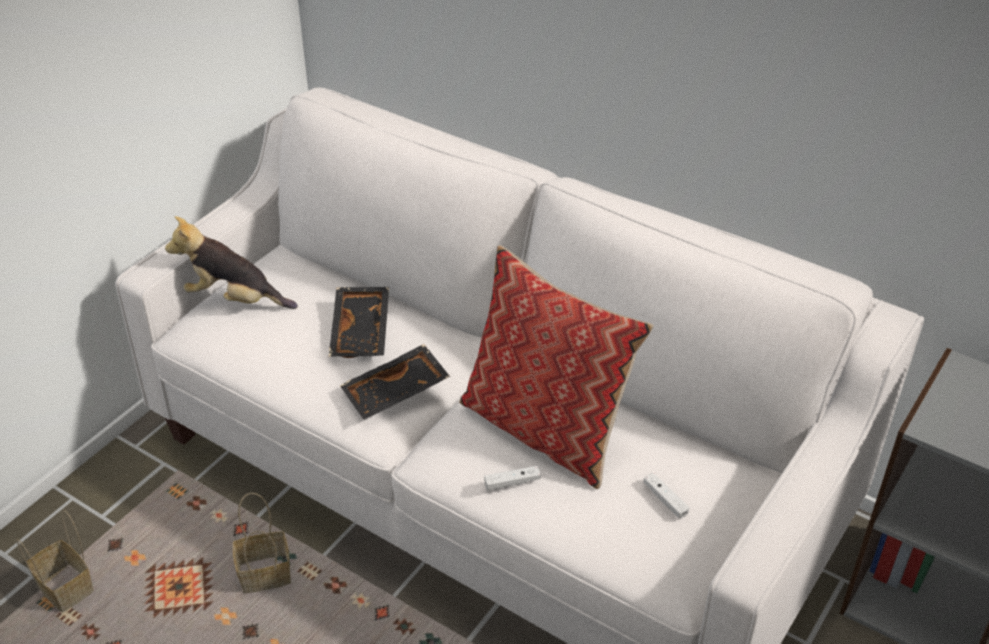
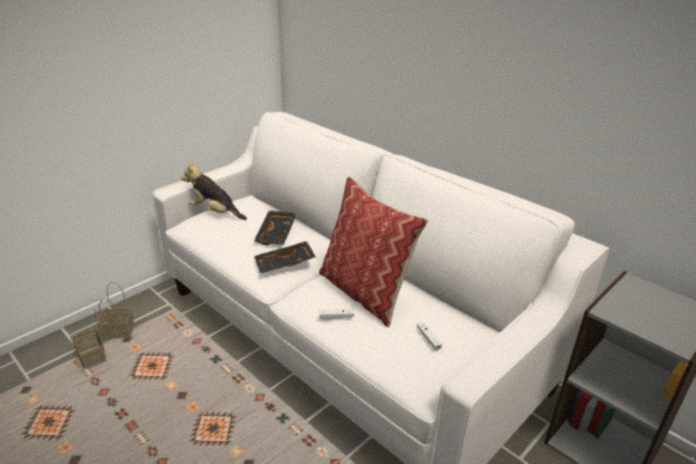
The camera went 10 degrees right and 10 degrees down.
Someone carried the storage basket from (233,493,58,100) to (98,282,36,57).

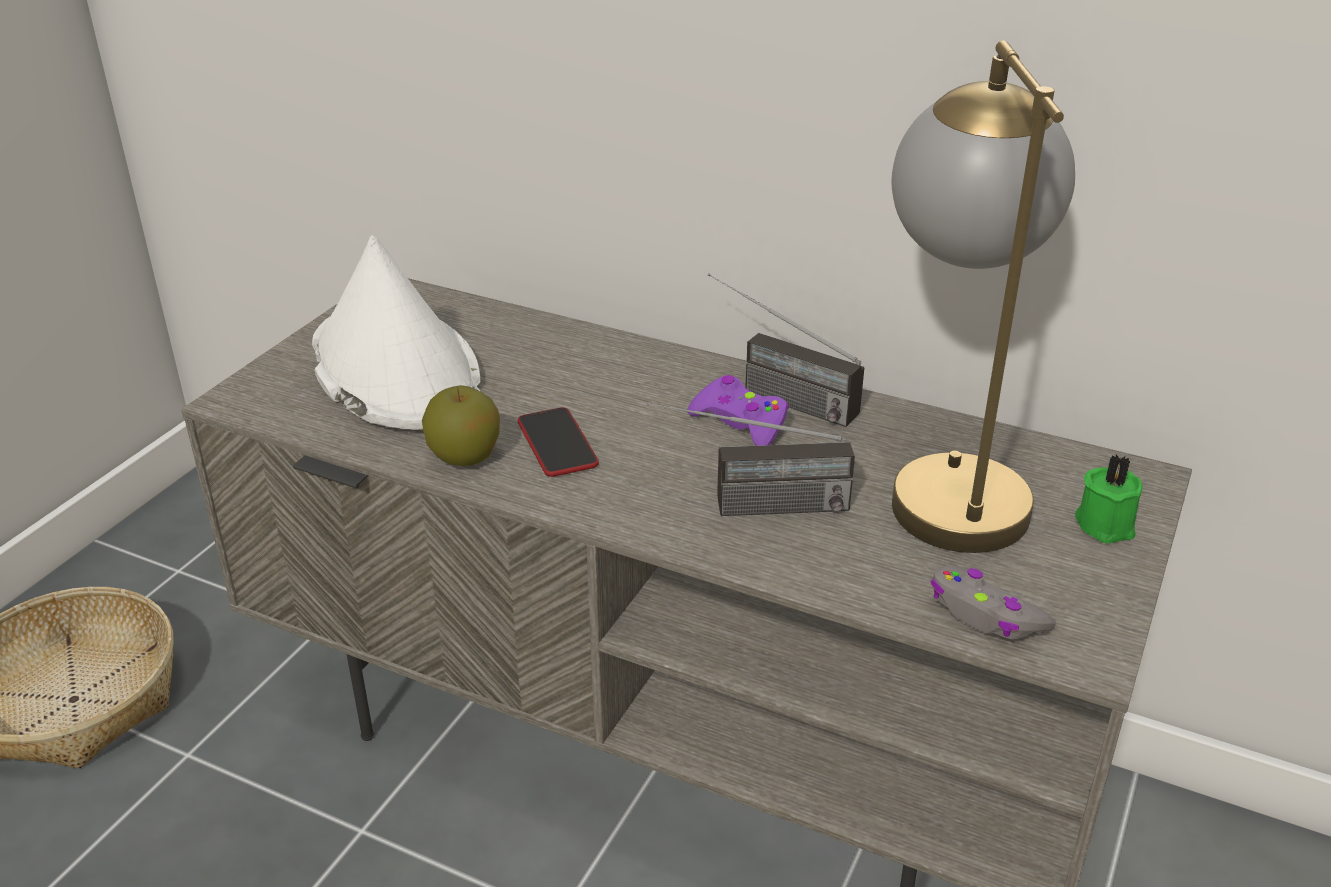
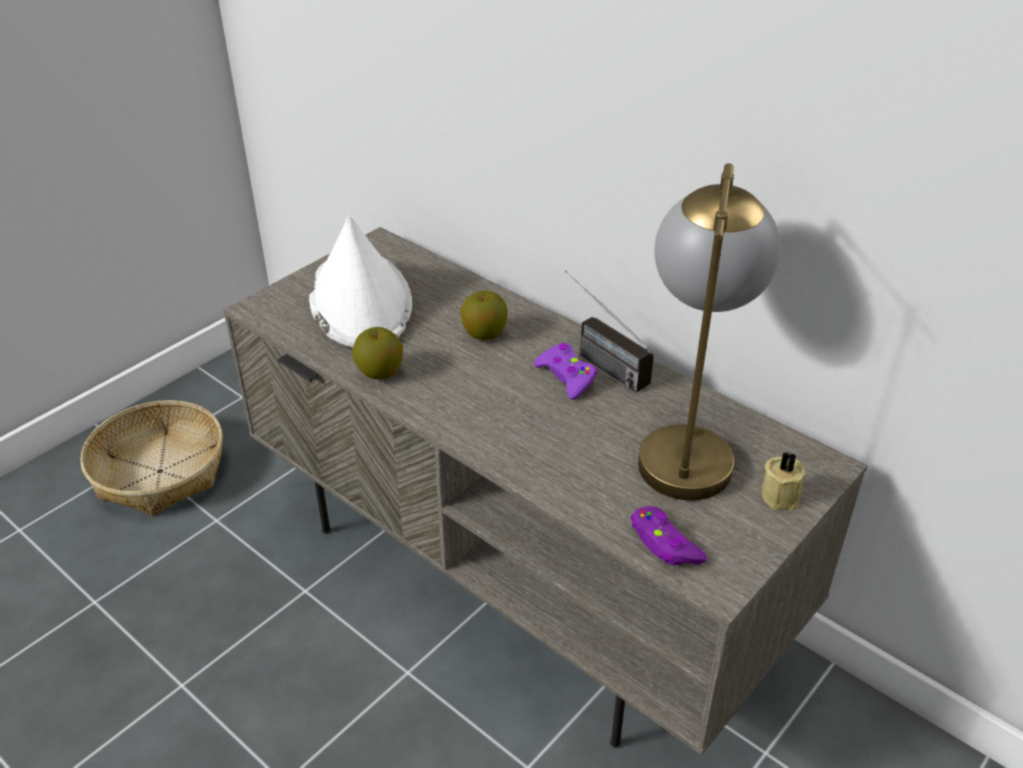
The camera went 15 degrees right and 5 degrees up.
Someone took away the radio set at (647,402,208,114).
Someone took away the phone at (518,407,81,70).
Someone repainted the wax candle in greenish at (1075,455,67,89), which became the wax candle in sand-coloured at (762,451,43,59).
Someone repainted the gamepad in greyish at (931,565,125,74), which became the gamepad in purplish at (631,506,76,59).
Someone put down the whole apple at (460,291,48,49).

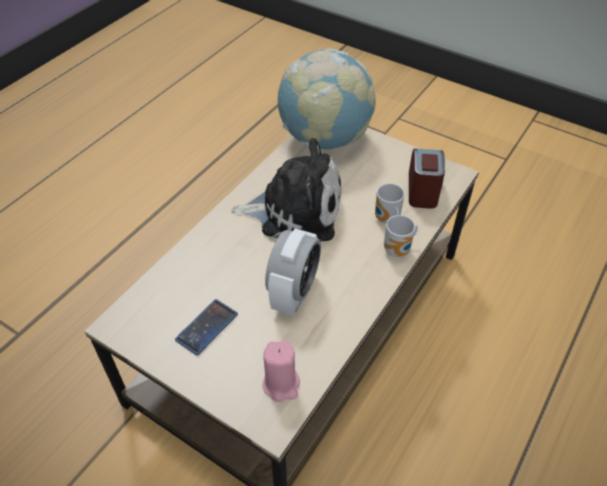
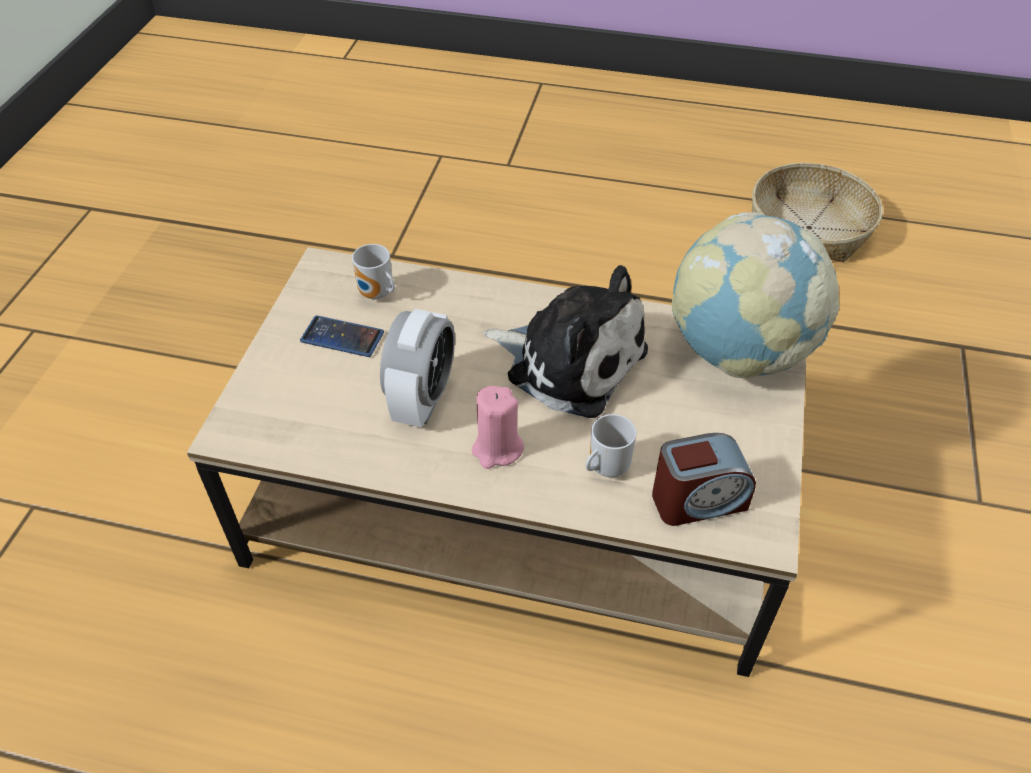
The camera went 70 degrees right and 0 degrees up.
Someone rotated the cuddly toy at (231,138,111,104) by 45 degrees counterclockwise.
Someone carried the tea mug from (384,215,34,42) to (352,244,43,55).
Someone rotated the bedside clock at (265,228,56,88) by 75 degrees counterclockwise.
Someone carried the wax candle in pink-coloured from (263,340,37,62) to (472,386,52,83).
Someone put down the storage basket at (752,163,131,100).

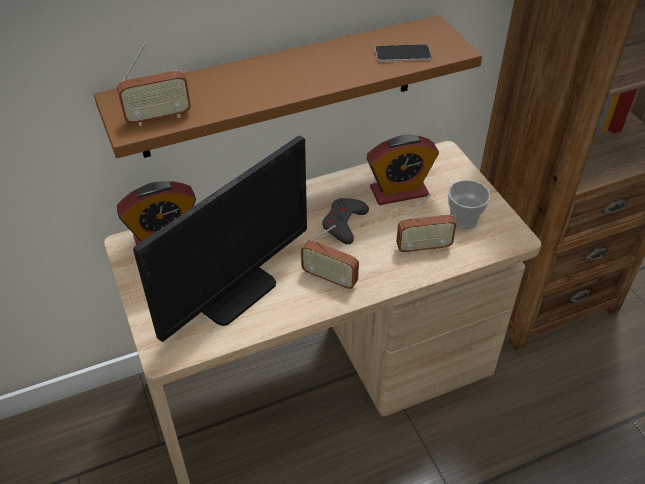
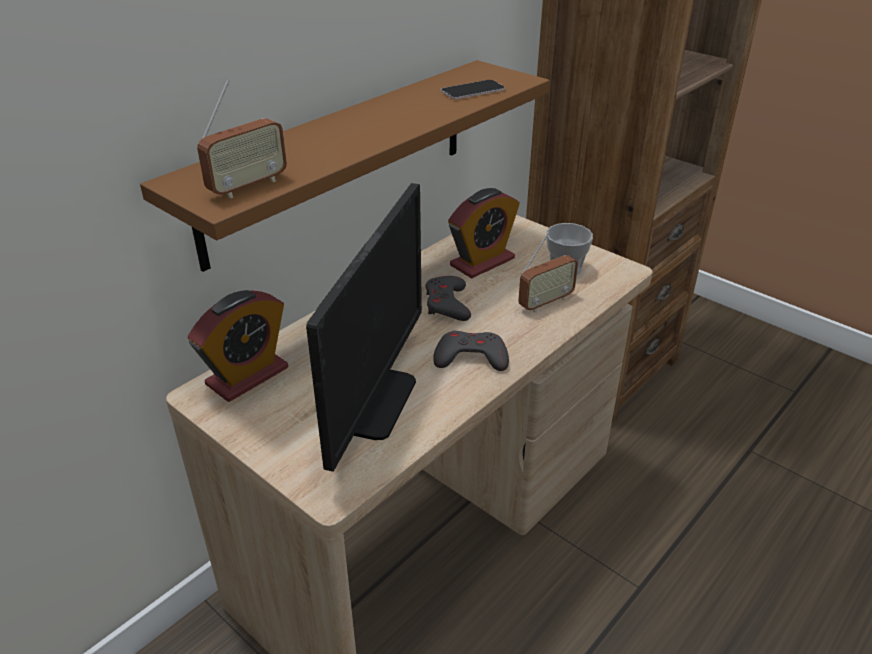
The camera went 25 degrees left and 10 degrees down.
Someone swapped the radio set at (301,225,58,65) for the gamepad in greyish at (433,330,76,41).

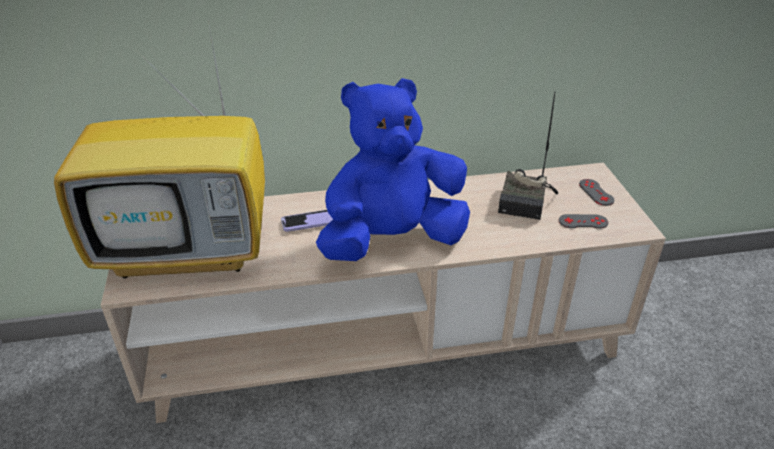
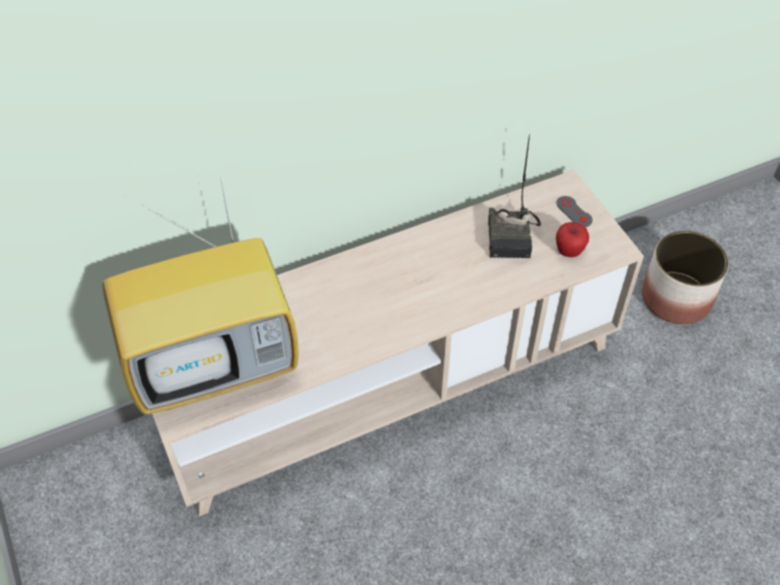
The camera went 15 degrees left and 15 degrees up.
Someone took away the cuddly toy in bluish at (316,78,154,183).
Someone took away the phone at (281,210,52,22).
Someone swapped the gamepad in greyish at (559,214,50,15) for the whole apple at (556,222,33,35).
Someone put down the flower pot at (642,231,86,93).

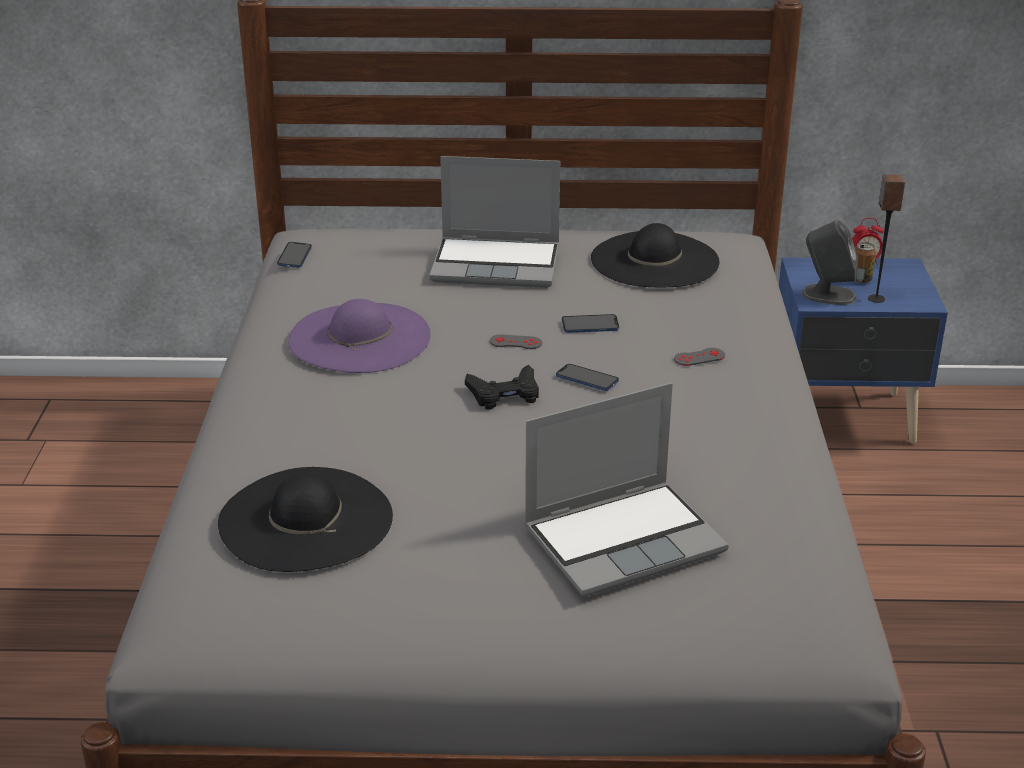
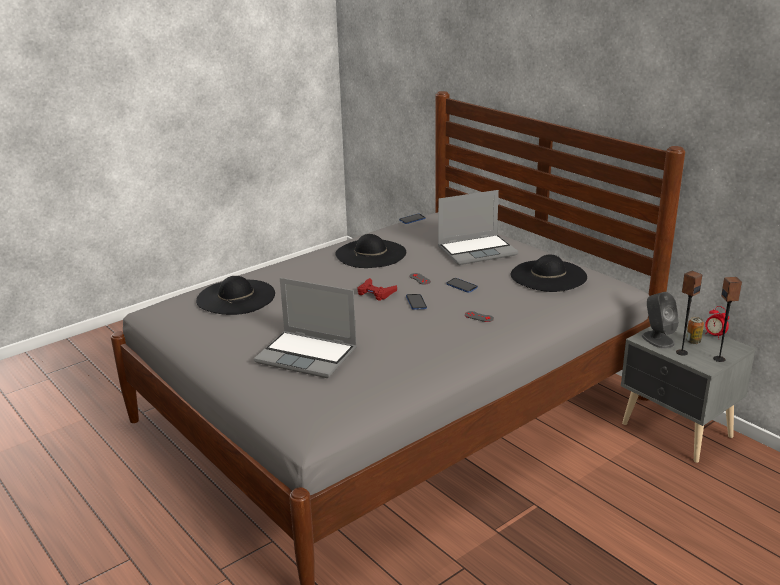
The camera went 50 degrees right and 5 degrees down.
Someone rotated the notebook computer at (429,156,131,132) by 75 degrees counterclockwise.
Someone repainted the nightstand in bluish at (779,257,169,186), which became the nightstand in greyish at (621,318,135,145).
Someone repainted the hat in purplish at (288,299,143,74), which became the hat in blackish at (335,234,71,34).
Someone repainted the gamepad in blackish at (465,365,74,45), which became the gamepad in red-coloured at (357,278,40,23).
Someone put down the speaker at (713,277,29,85).

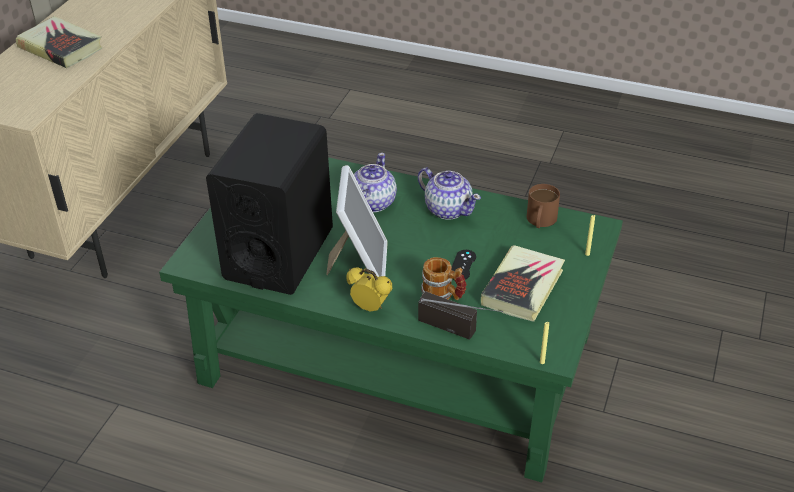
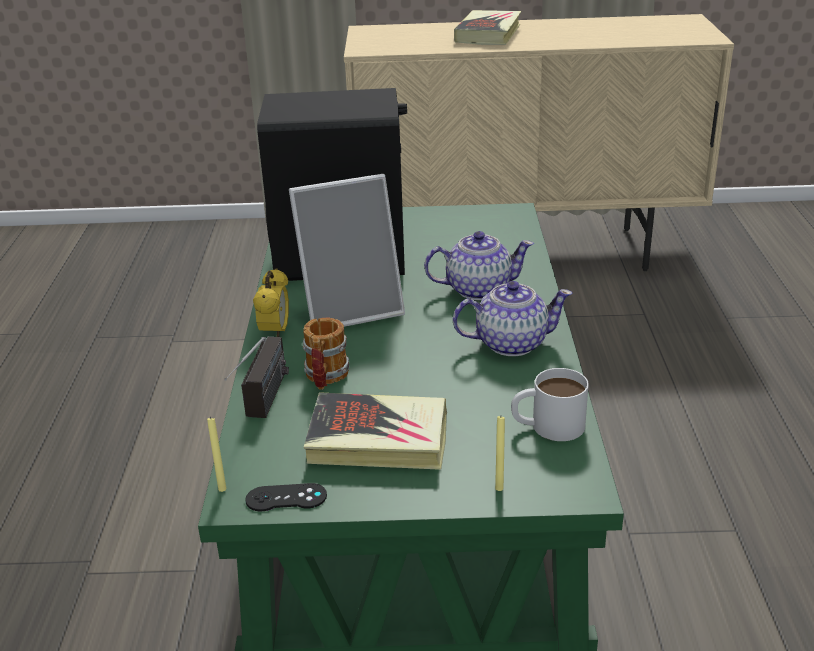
The camera went 70 degrees right and 10 degrees down.
Someone rotated the pot for tea at (418,167,63,53) by 120 degrees counterclockwise.
Someone repainted the tea mug in brown-coloured at (527,184,33,44), which became the tea mug in white-coloured at (511,368,78,73).
Someone carried the gamepad in blackish from (452,250,24,30) to (245,483,82,29).

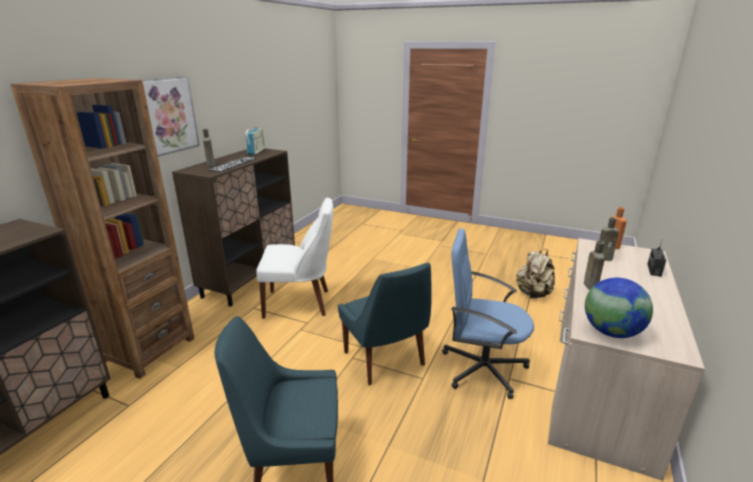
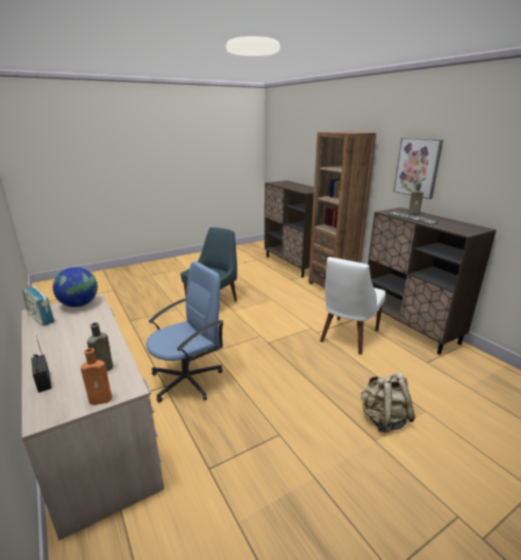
The camera went 125 degrees right and 0 degrees up.
Someone carried the radio set from (245,127,20,28) to (22,283,33,43).
Someone took away the bottle in brown-coloured at (584,241,21,49).
Someone carried the backpack in sand-coloured from (516,249,39,49) to (361,372,54,60).
Someone took away the upright chair in bluish at (338,263,93,122).

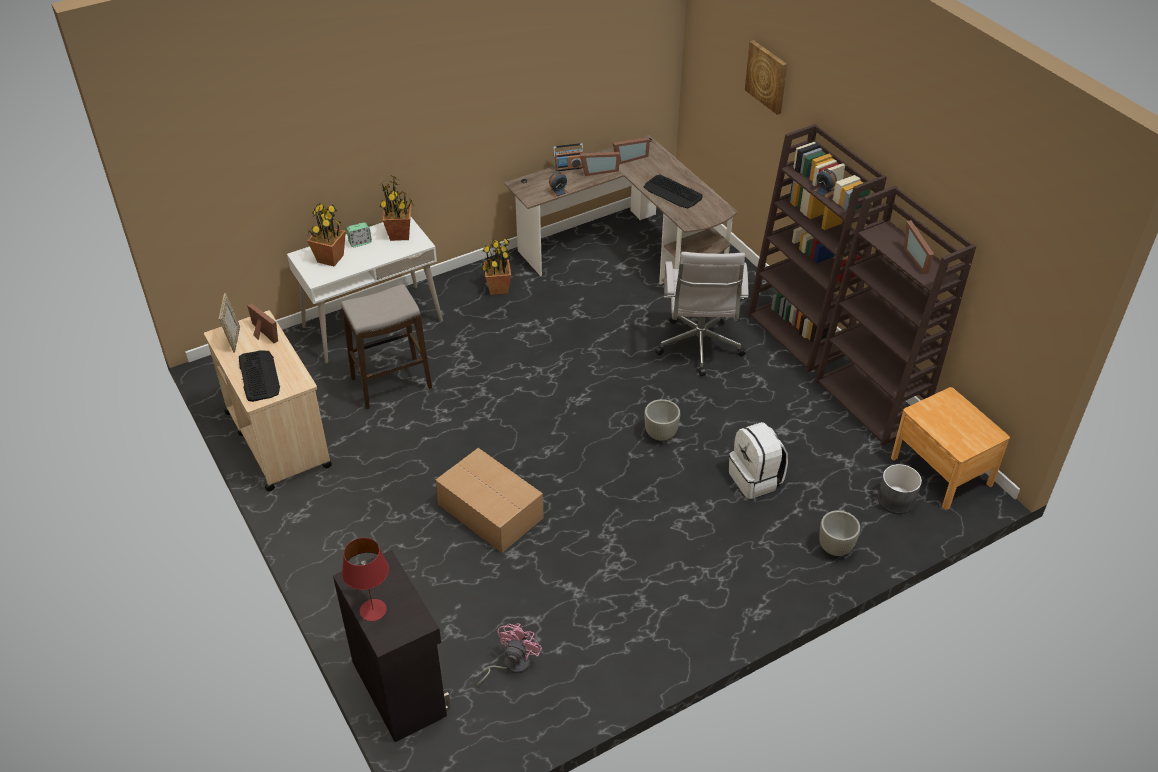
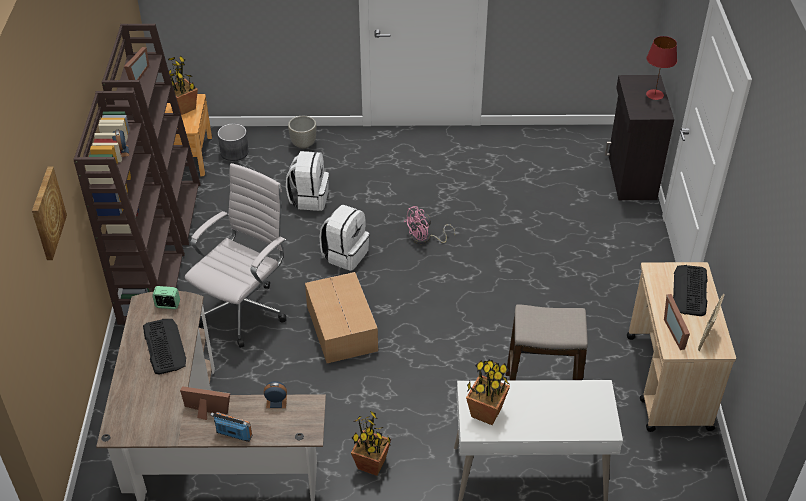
The camera went 150 degrees left and 0 degrees up.
Someone took away the standing frame at (613,138,37,27).
Someone carried the potted plant from (307,203,39,64) to (168,56,30,59).
Someone carried the bedside clock from (346,222,26,25) to (152,286,28,23).
Someone swapped the flower pot in greyish at (644,399,36,42) for the backpack in white-coloured at (320,205,49,66).
Someone carried the carton from (435,448,109,105) to (305,272,73,91).
Someone carried the electric fan in pink-coloured from (477,623,65,63) to (404,206,51,38).

